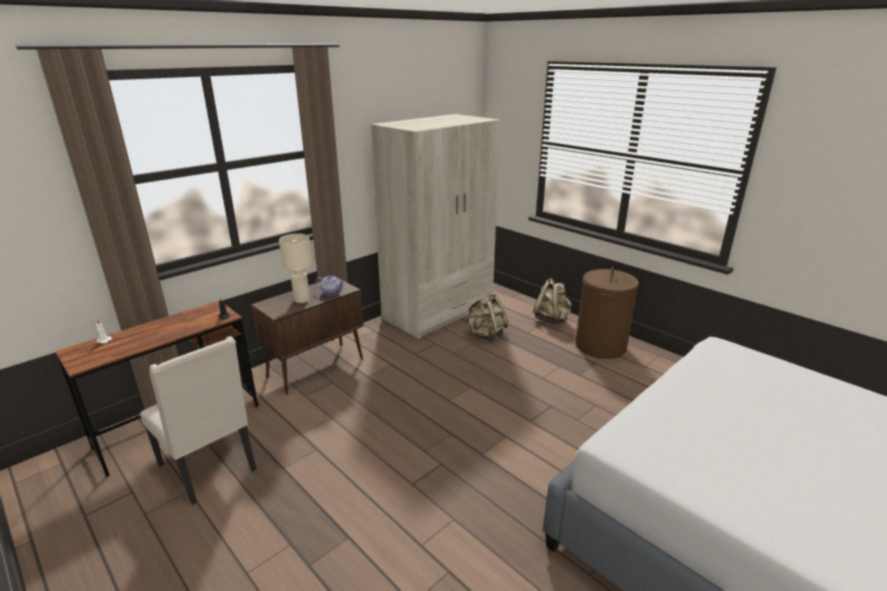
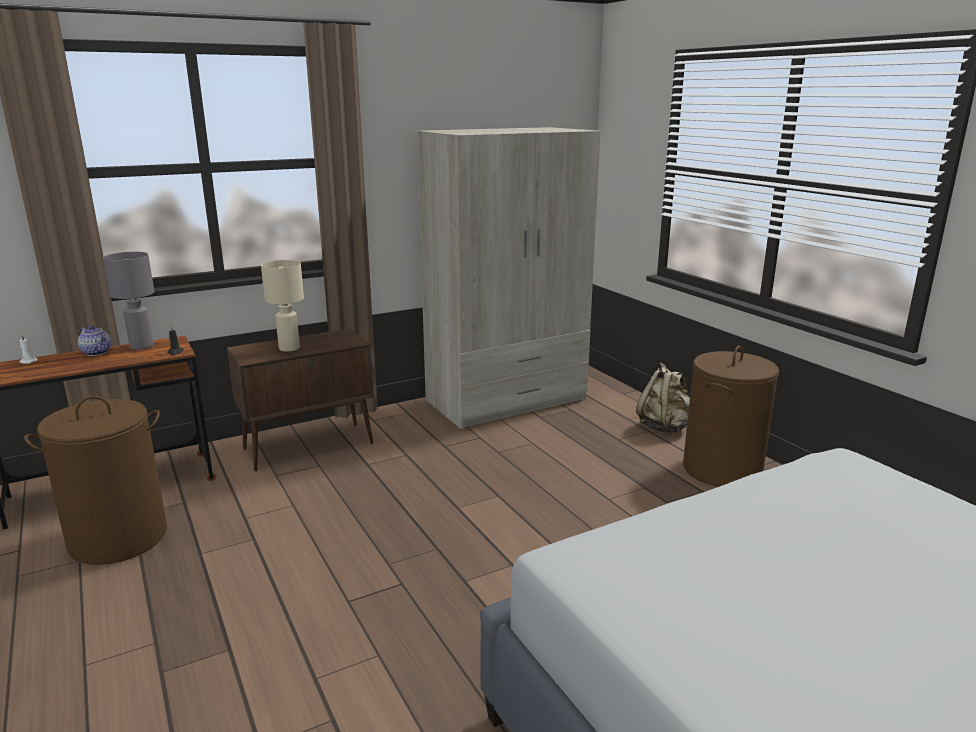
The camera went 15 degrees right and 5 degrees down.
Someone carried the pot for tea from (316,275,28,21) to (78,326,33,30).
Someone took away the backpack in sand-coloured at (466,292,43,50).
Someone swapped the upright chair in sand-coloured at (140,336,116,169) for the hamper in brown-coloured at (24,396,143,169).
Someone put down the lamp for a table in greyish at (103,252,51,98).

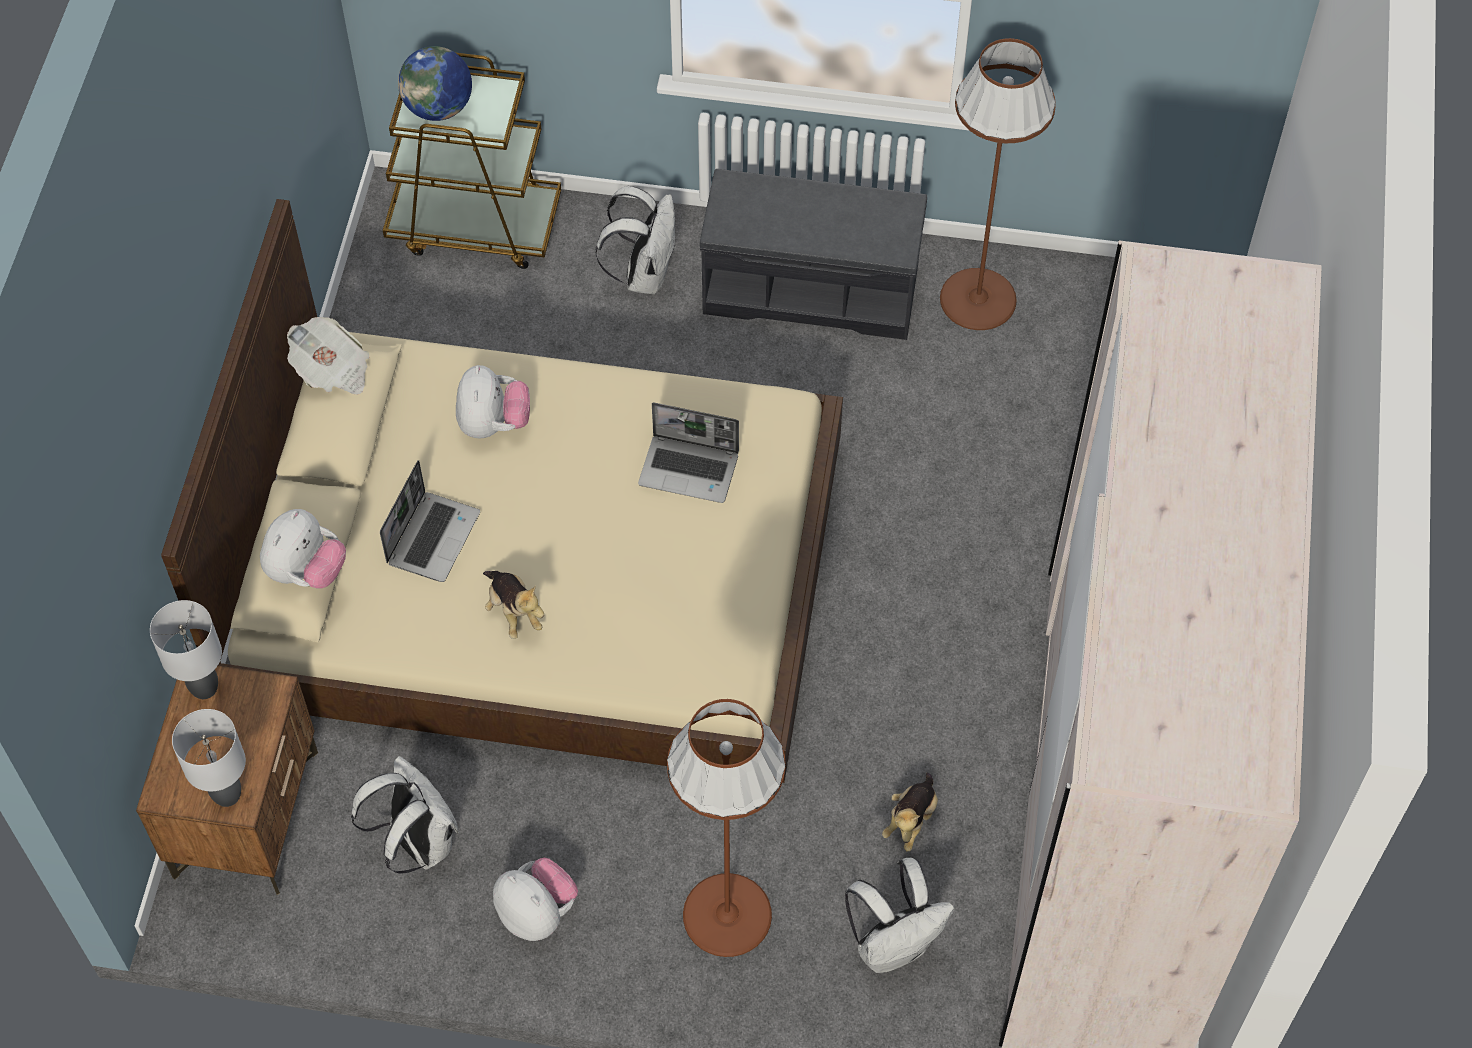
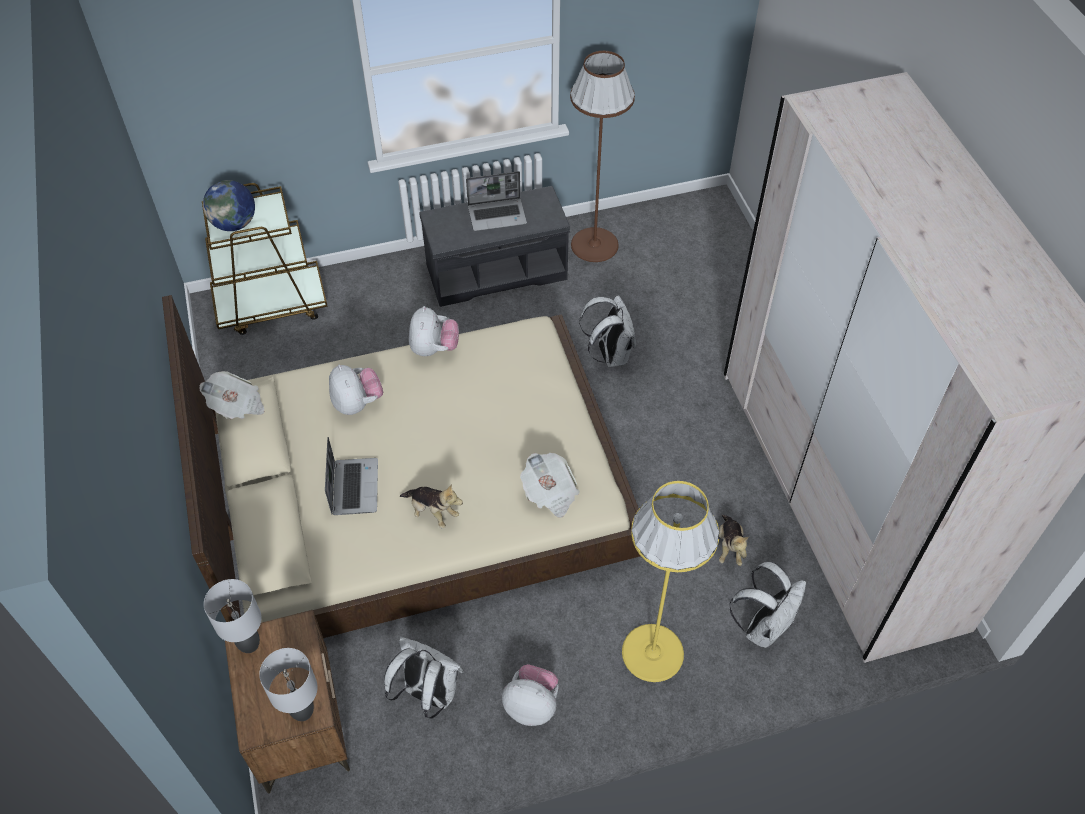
The camera went 25 degrees left and 5 degrees down.
Someone carried the backpack in white-coloured from (595,186,81,108) to (579,295,57,72).
Someone carried the notebook computer from (638,403,101,100) to (466,171,61,60).
Someone carried the cuddly toy from (260,509,86,80) to (409,306,50,50).
Someone repainted the standing lamp in brown-coloured at (667,699,119,258), which became the standing lamp in yellow-coloured at (622,481,97,201).
Someone put down the newspaper at (520,453,60,65).

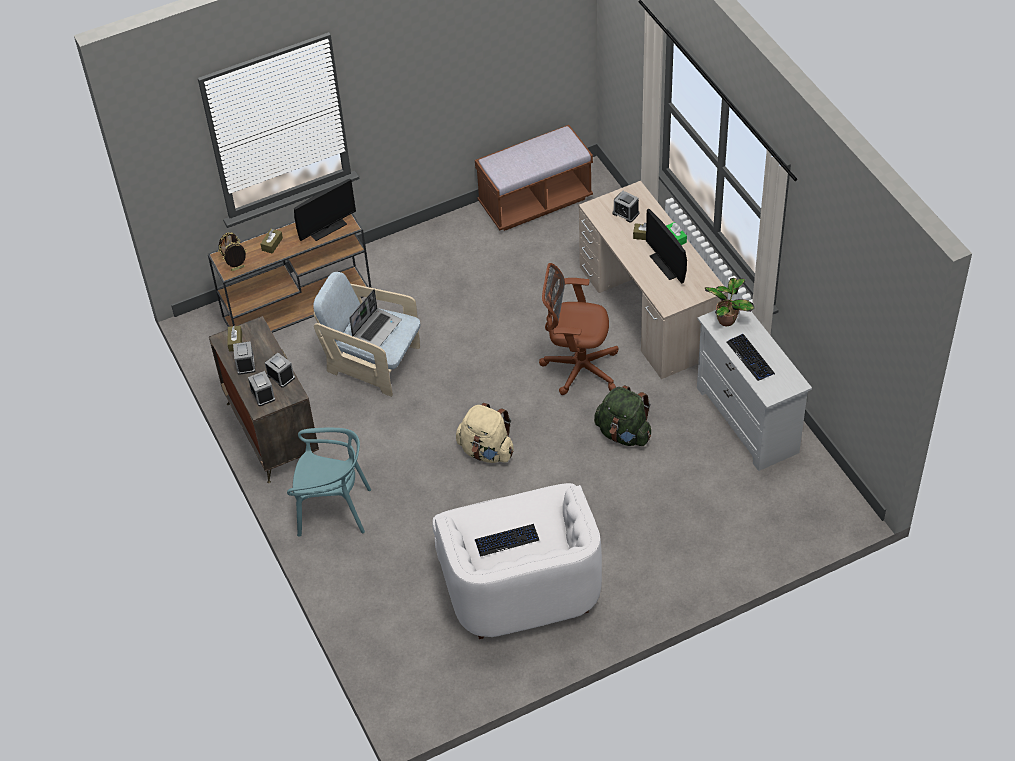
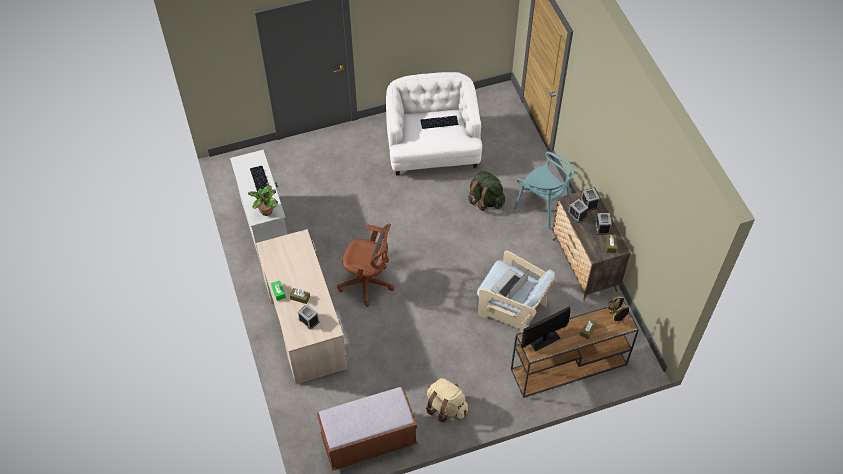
The camera went 175 degrees left and 5 degrees up.
Someone took away the computer screen at (646,209,41,75).
Someone carried the backpack in greenish from (594,385,57,61) to (468,170,37,41).
Someone carried the backpack in sand-coloured from (456,403,58,60) to (426,378,42,45).
Someone rotated the upright chair in blue-green at (287,428,84,109) by 150 degrees counterclockwise.

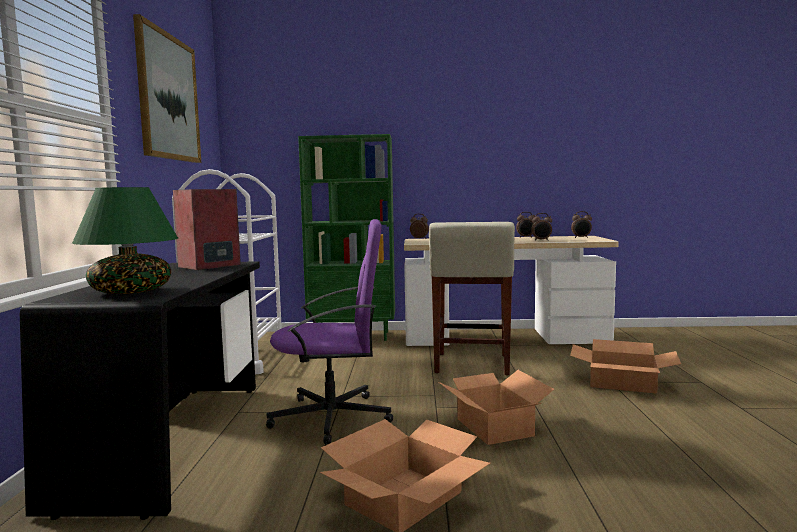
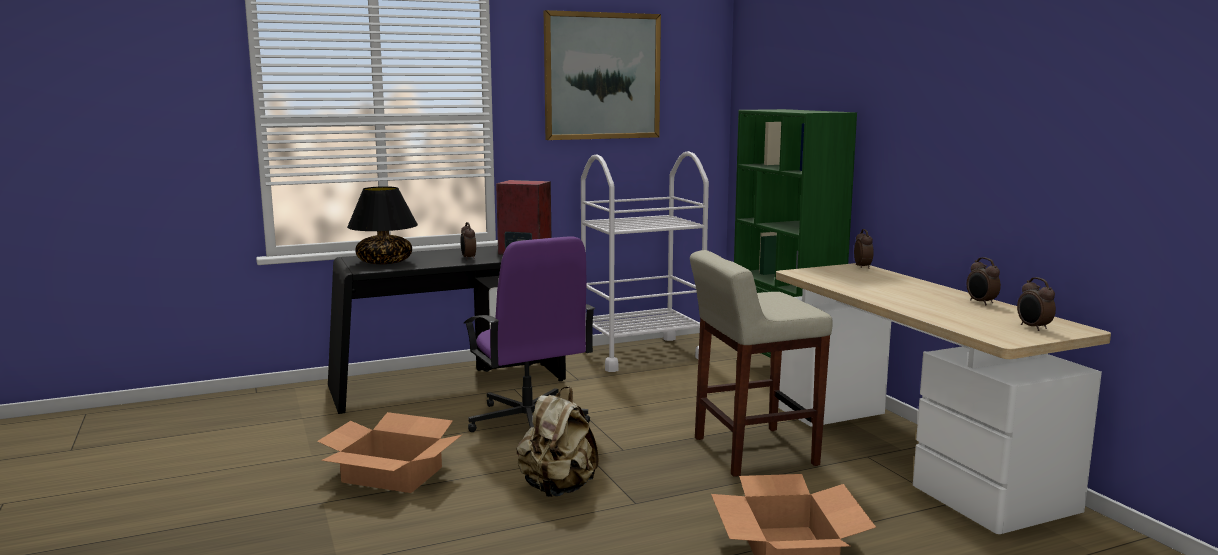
The camera went 65 degrees right and 5 degrees up.
Someone repainted the lamp for a table in greenish at (72,187,106,107), which became the lamp for a table in blackish at (347,186,71,78).
Someone carried the bedside clock from (531,213,21,28) to (460,222,16,38).
Someone swapped the carton at (439,370,115,75) for the backpack in sand-coloured at (517,387,82,110).

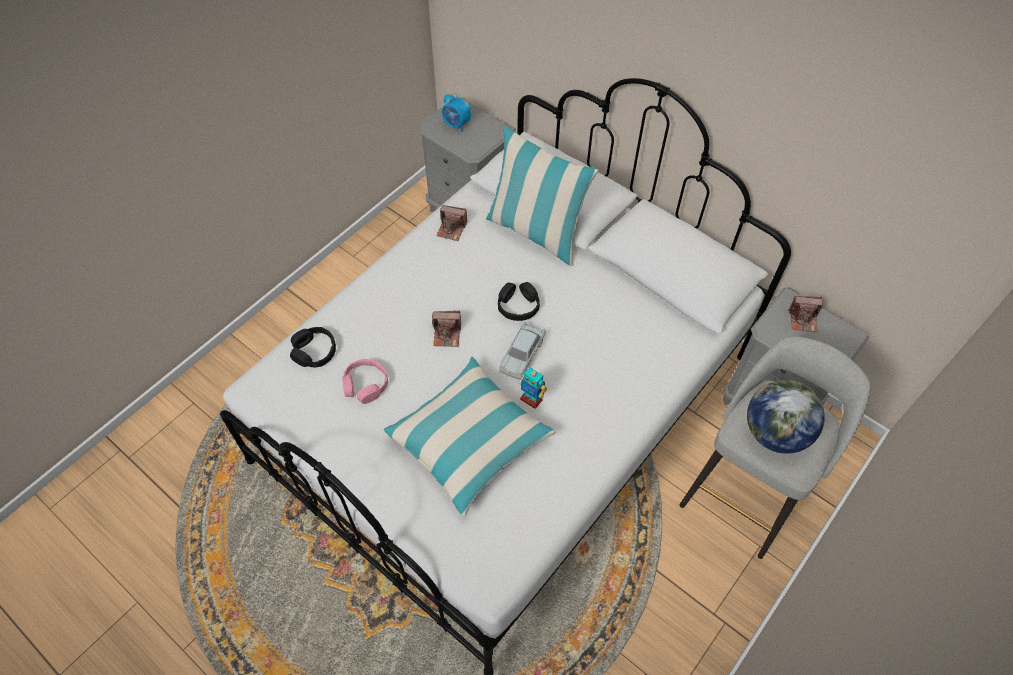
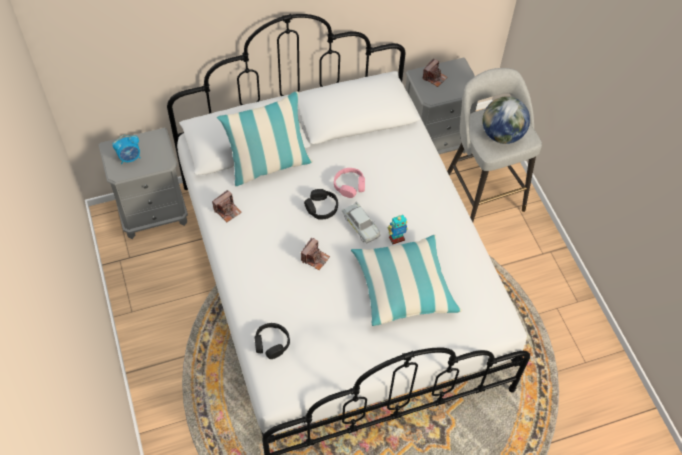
The camera went 60 degrees left and 0 degrees up.
Someone carried the headphones in pink-coloured from (342,359,46,45) to (334,168,31,30).

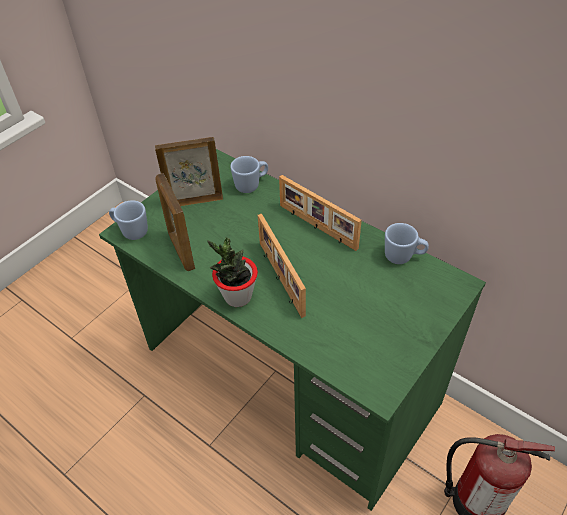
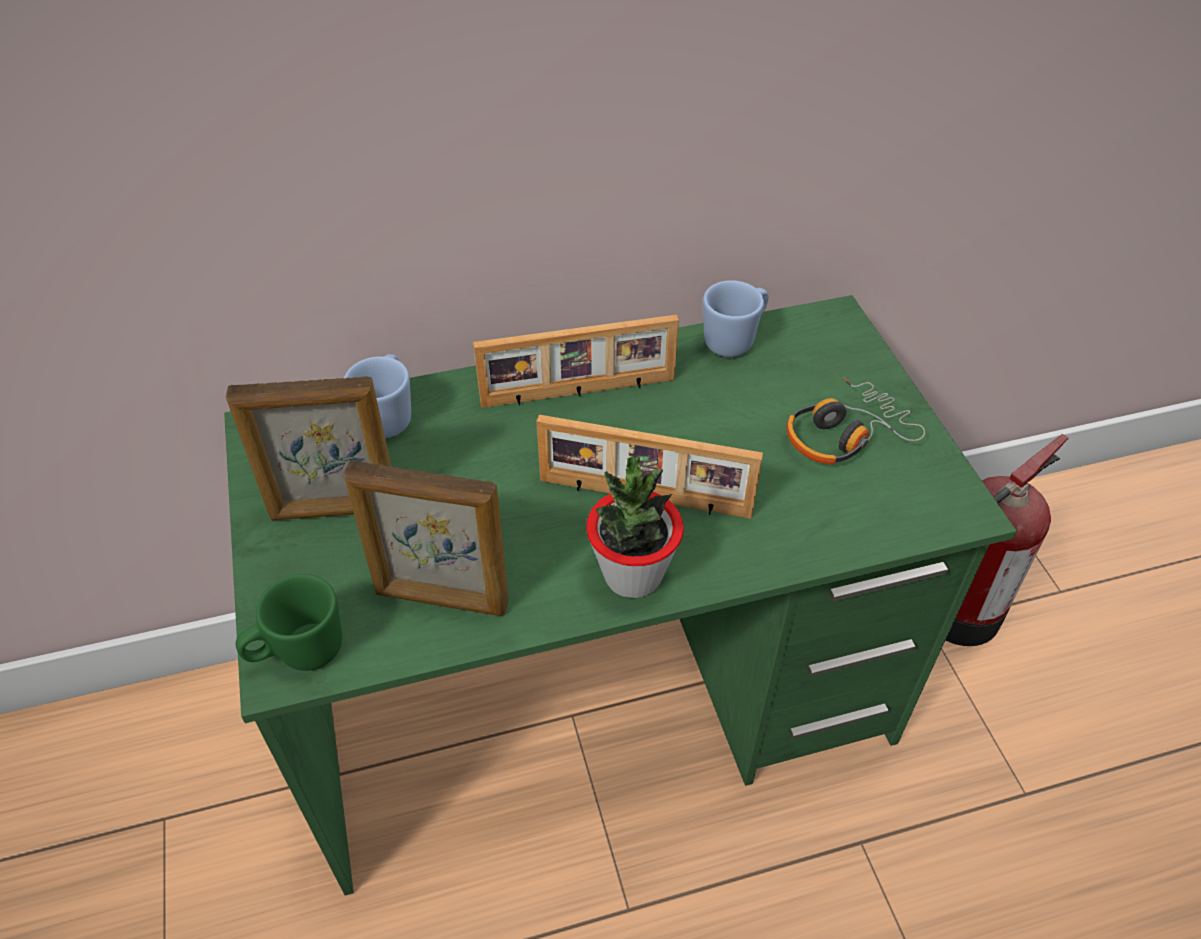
The camera went 55 degrees left and 0 degrees up.
Someone rotated the standing frame at (155,137,68,69) by 120 degrees counterclockwise.
Someone repainted the tea mug in bluish at (109,200,39,40), which became the tea mug in greenish at (236,574,106,97).
Someone put down the headphones at (787,377,138,88).

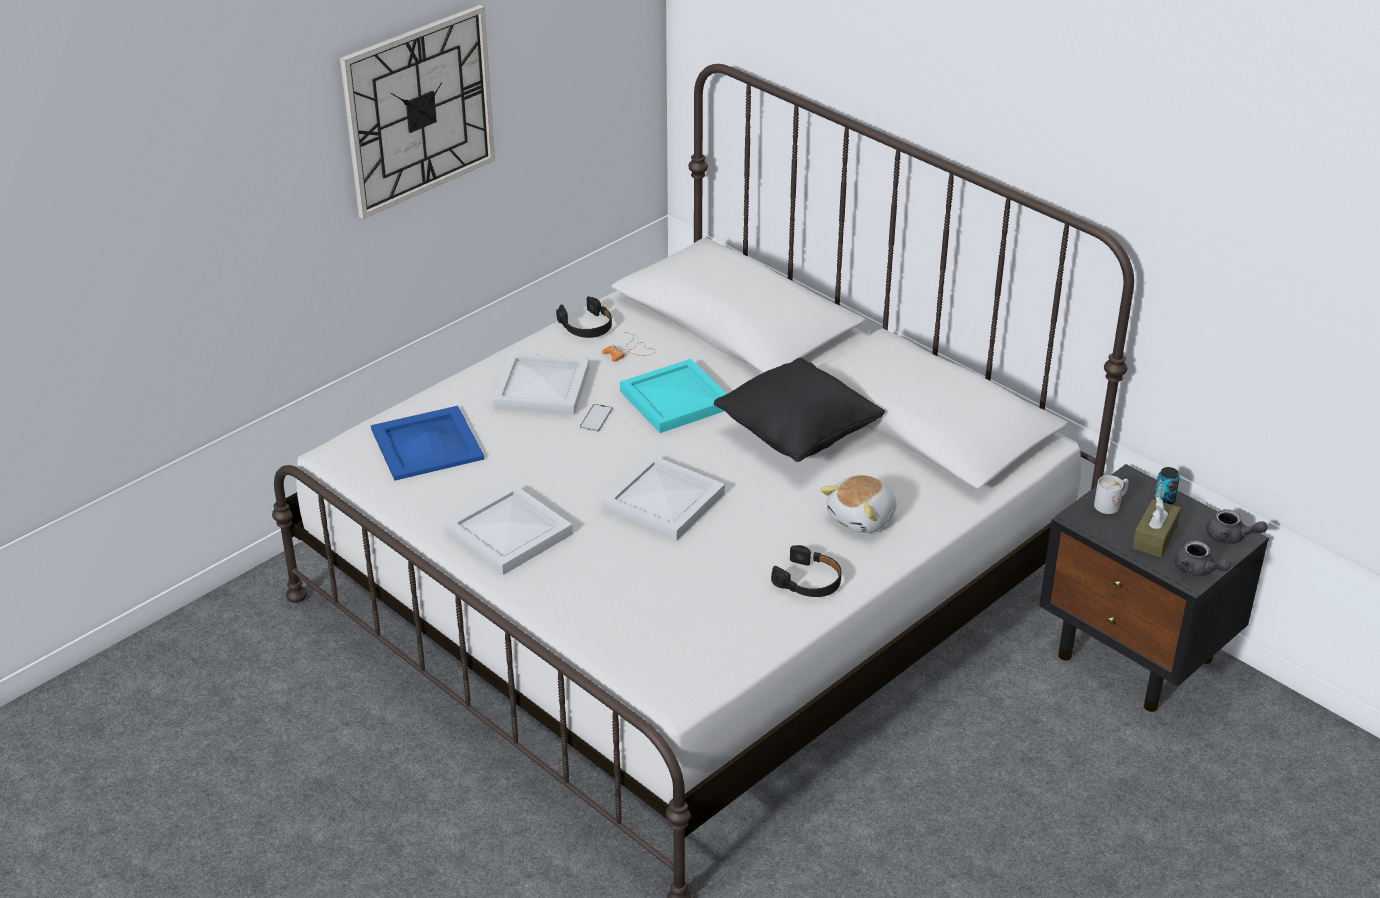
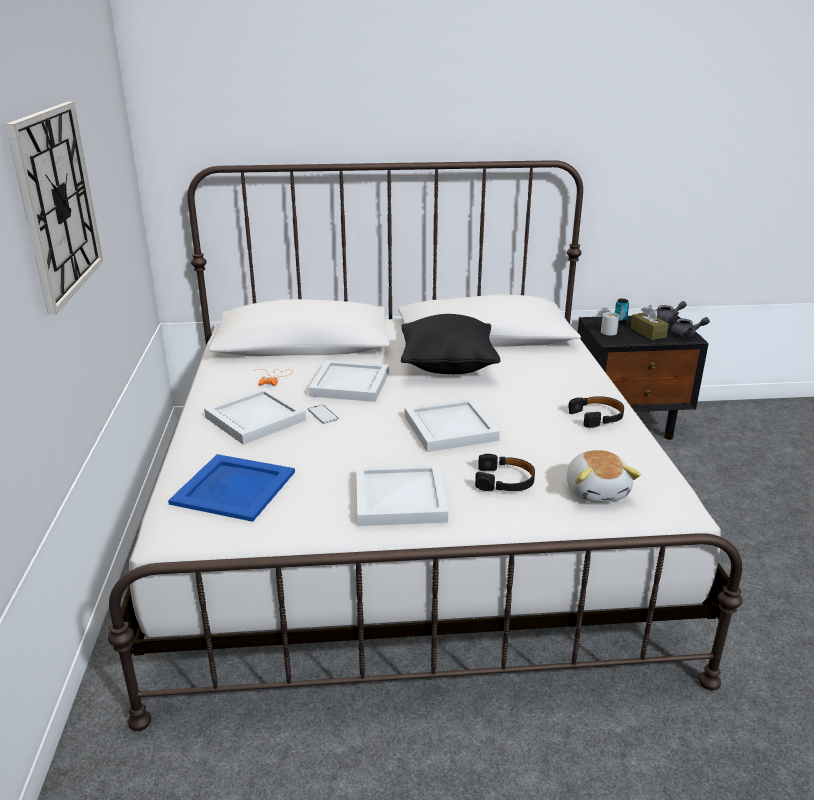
The camera went 50 degrees left and 10 degrees down.
Someone carried the headphones in blackish from (556,296,56,42) to (475,454,60,37).
Someone repainted the serving tray in blue-green at (620,359,106,74), which became the serving tray in white-coloured at (308,360,81,42).
Someone carried the cuddly toy from (820,475,77,58) to (567,450,74,52).

